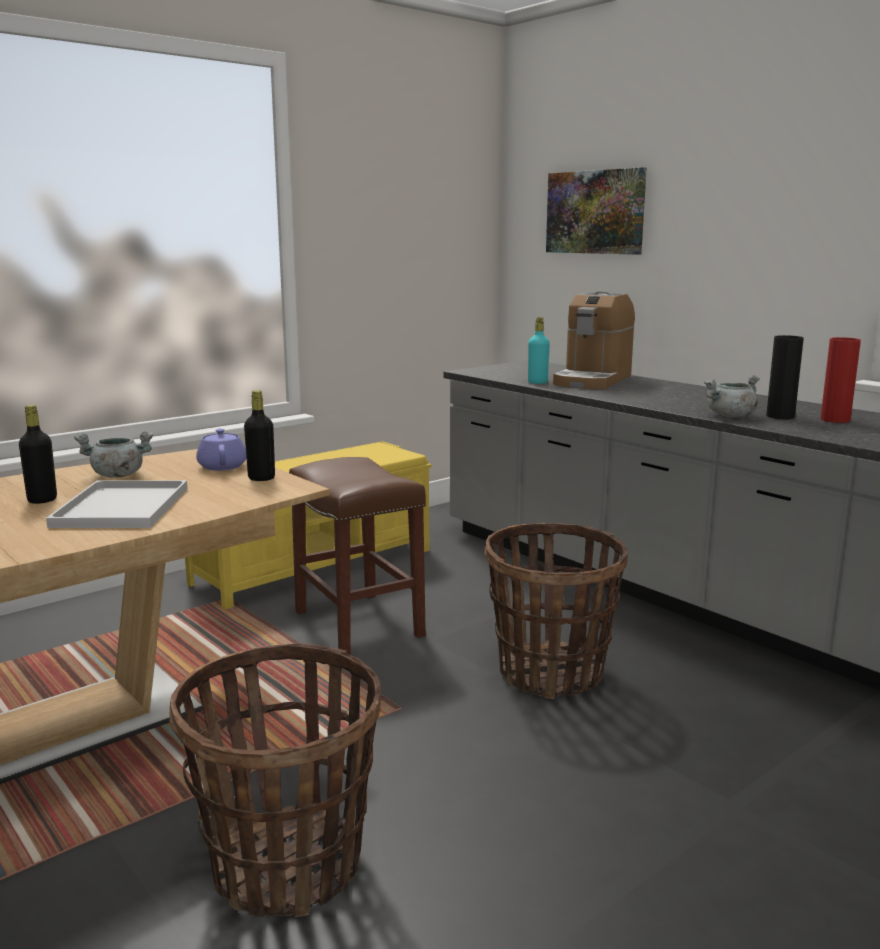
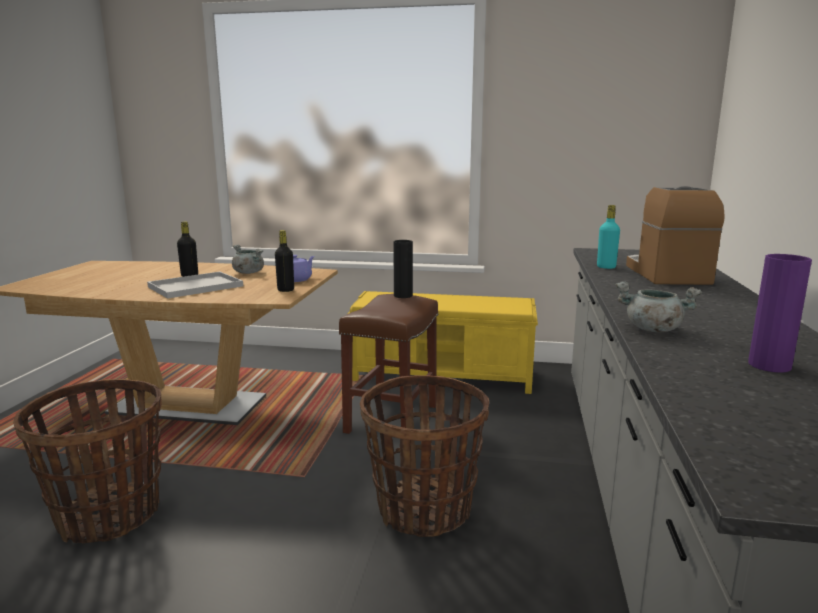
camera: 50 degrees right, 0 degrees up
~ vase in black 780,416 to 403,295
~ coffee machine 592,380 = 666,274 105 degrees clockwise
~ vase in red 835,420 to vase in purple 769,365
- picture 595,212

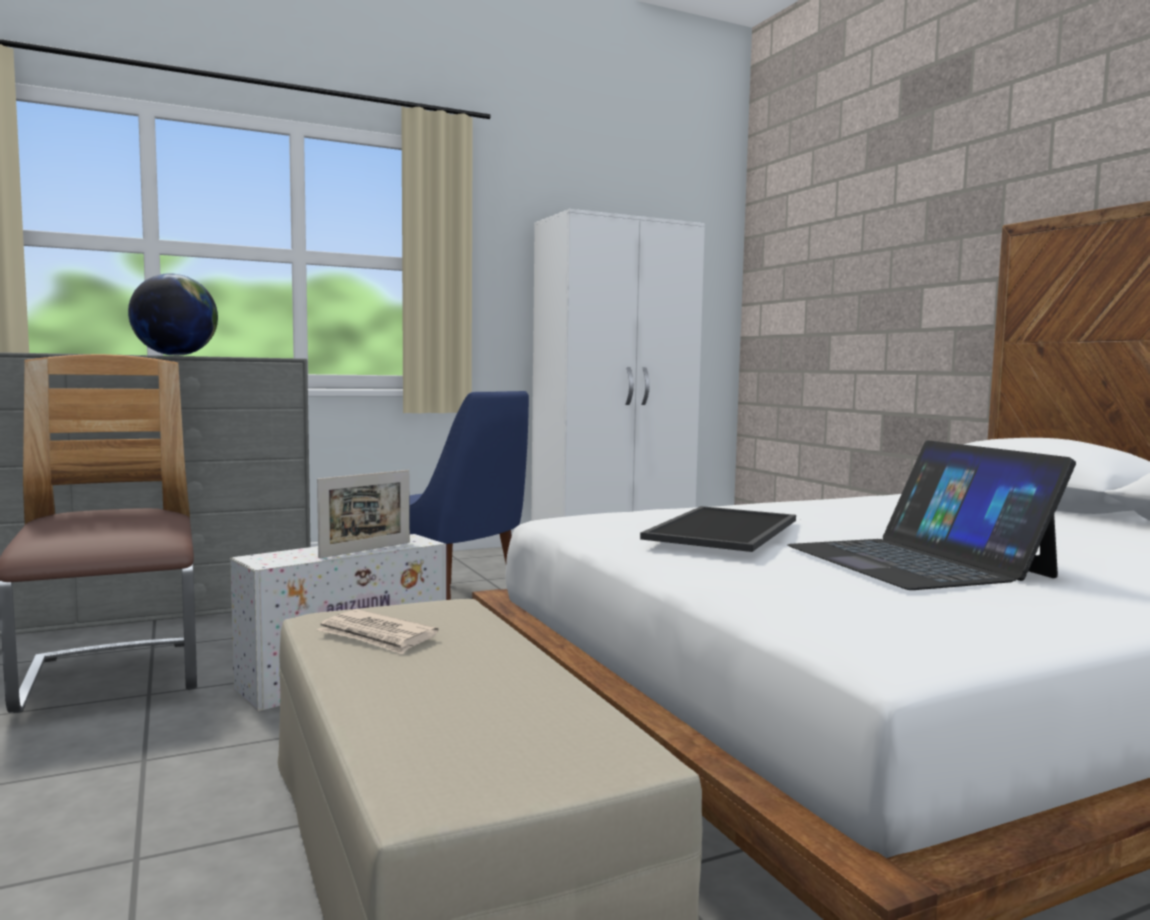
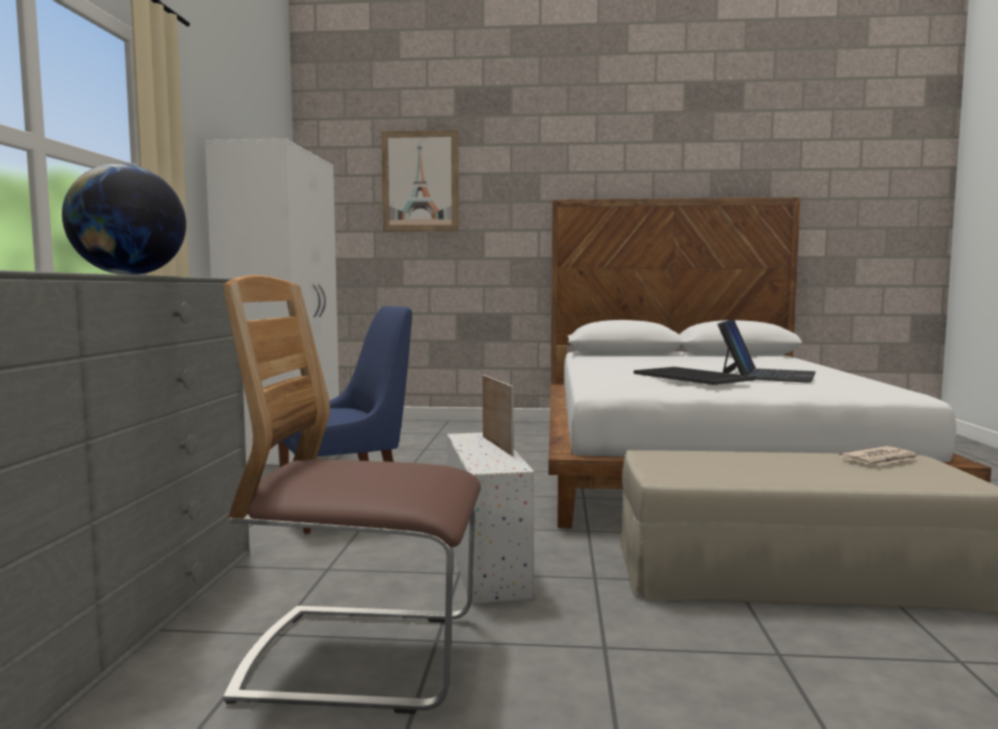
camera: 60 degrees left, 0 degrees up
+ picture 420,181
~ laptop 916,561 = 767,375 75 degrees counterclockwise
~ newspaper 377,636 to 880,460

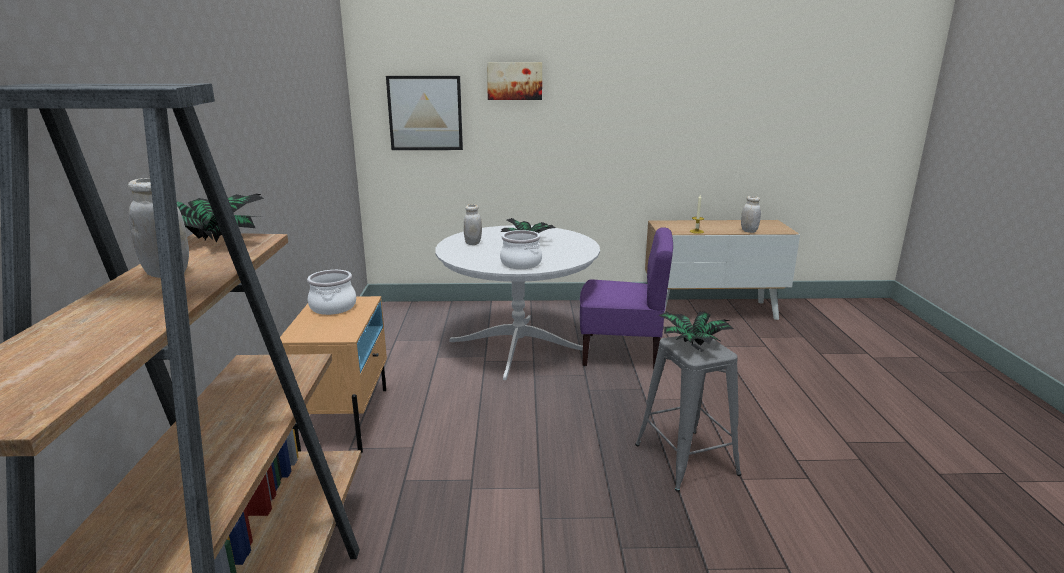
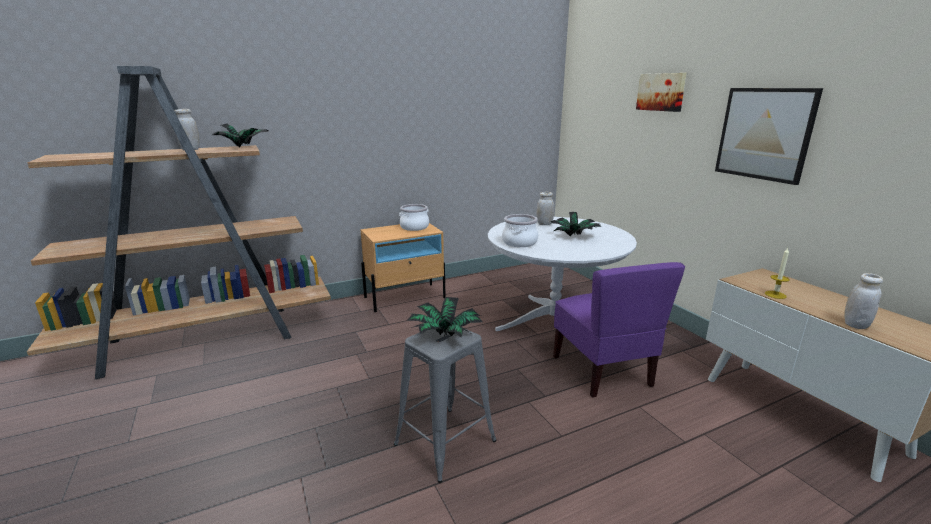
camera: 65 degrees right, 0 degrees up
~ picture 425,113 to 764,134

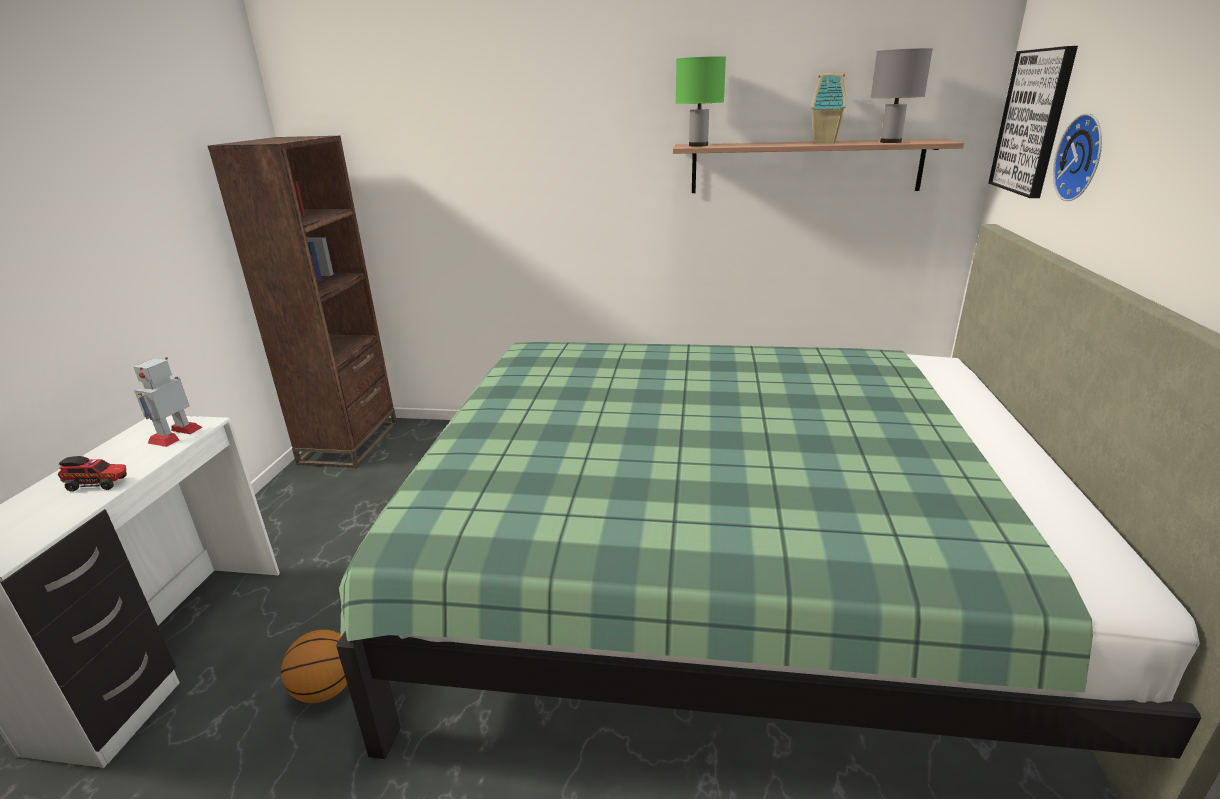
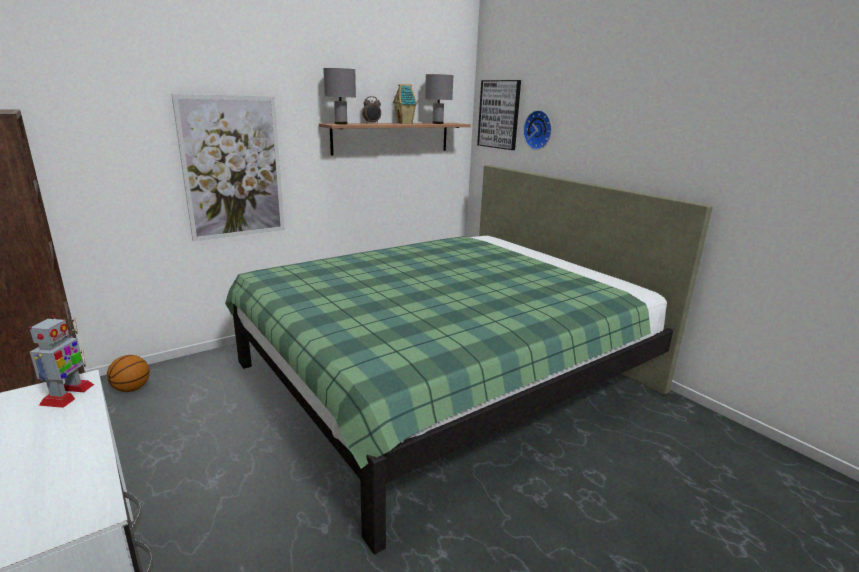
camera: 45 degrees left, 5 degrees down
~ toy robot 175,435 = 67,395 150 degrees counterclockwise
~ basketball 326,689 to 131,389
+ picture 233,168
~ table lamp in green 698,145 to table lamp in grey 341,124
+ alarm clock 372,123
- toy truck 99,484

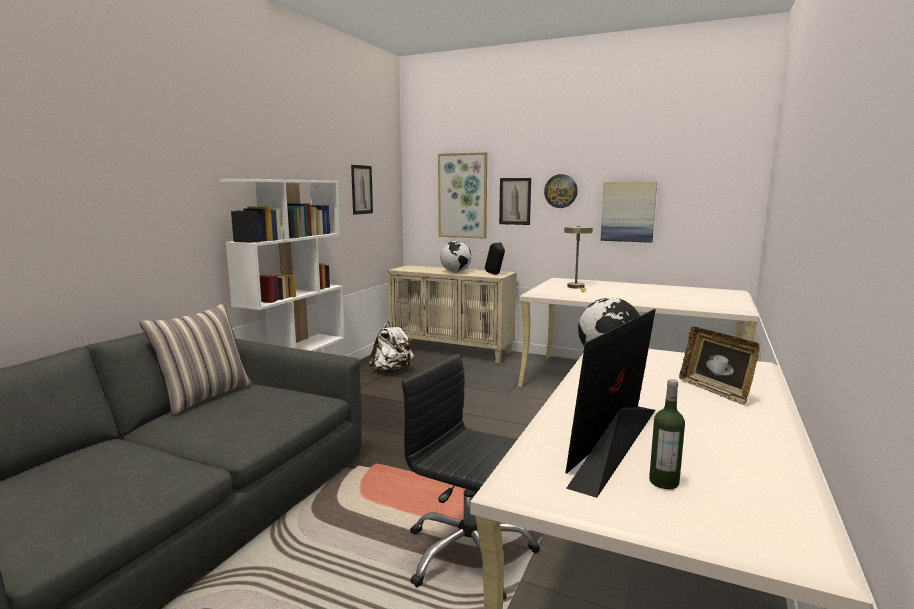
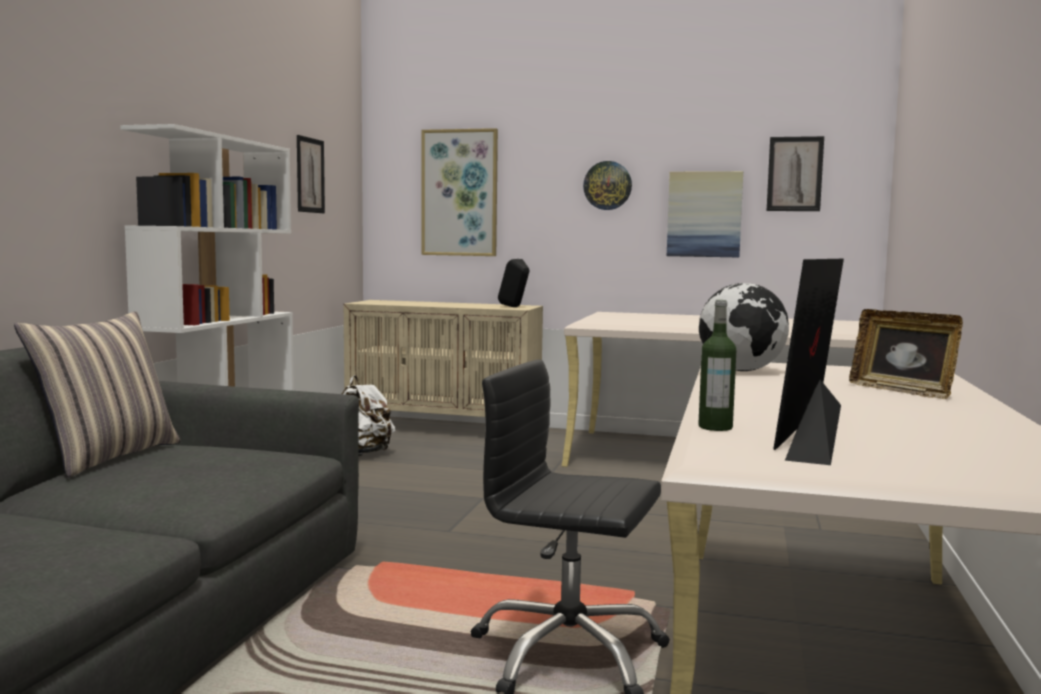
camera: 10 degrees left, 5 degrees down
~ bottle 664,482 to 715,427
~ picture 515,201 to 794,174
- globe 455,272
- table lamp in beige 577,287

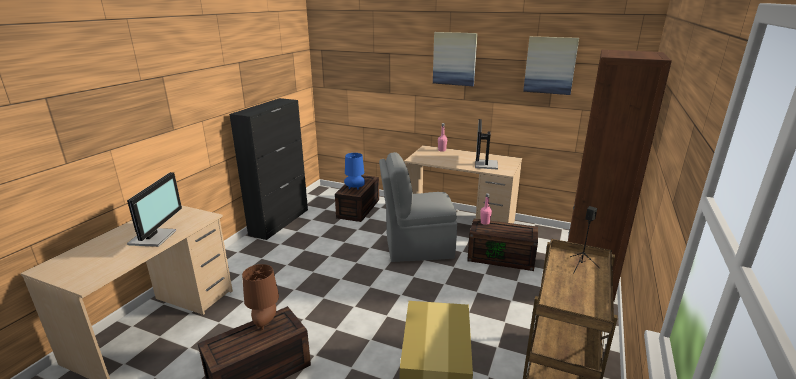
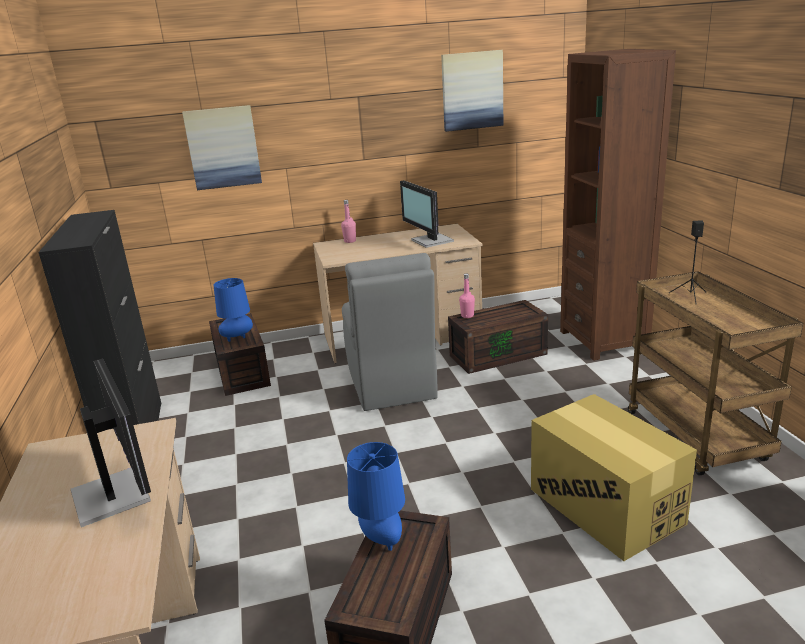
camera: 35 degrees left, 0 degrees up
~ picture 454,58 to 223,147
~ chair in grey 417,248 = 391,384 60 degrees counterclockwise
~ table lamp in brown 265,322 to table lamp in blue 380,540

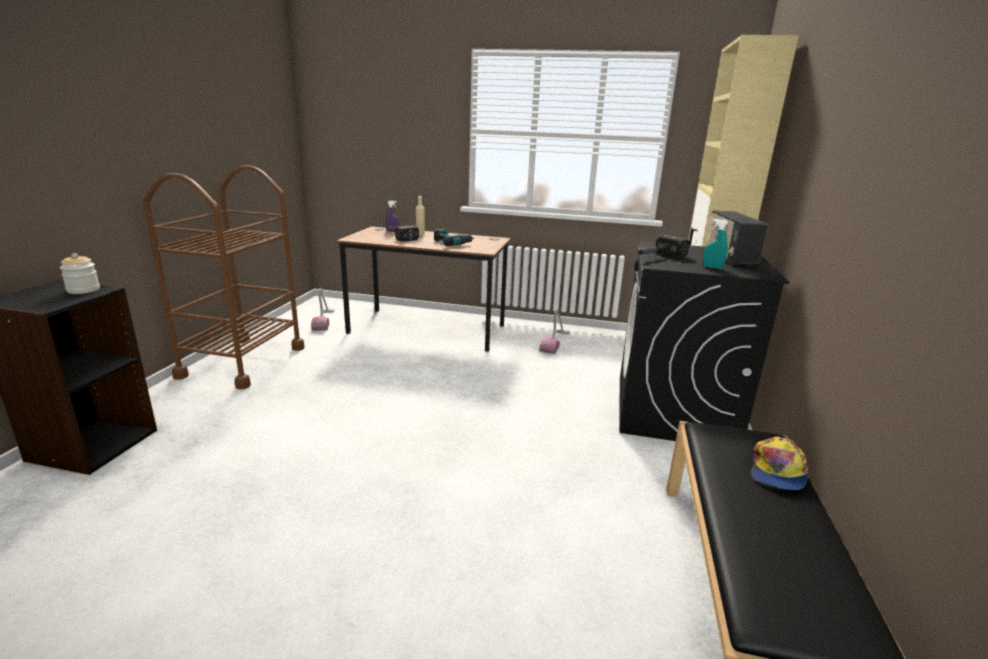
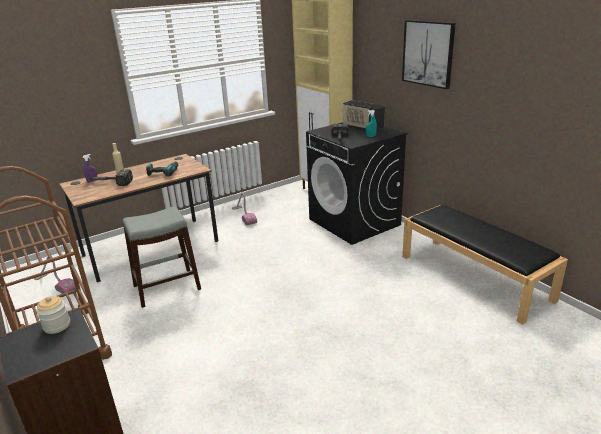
camera: 45 degrees left, 5 degrees up
+ stool in grey 167,287
+ picture 428,53
- cap 777,471

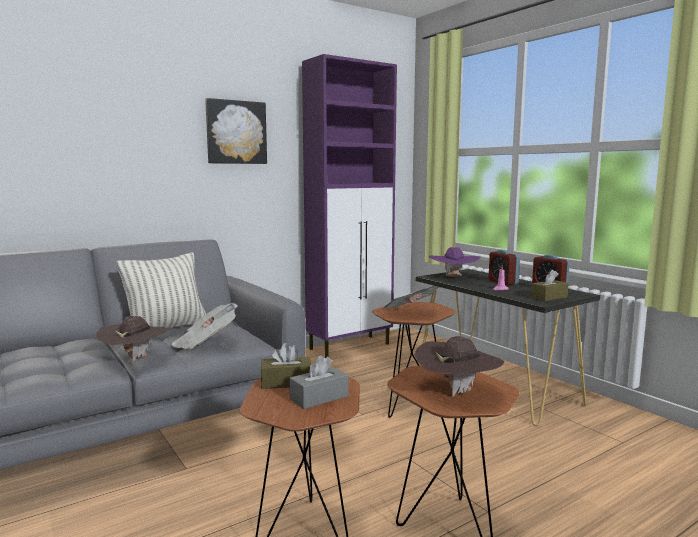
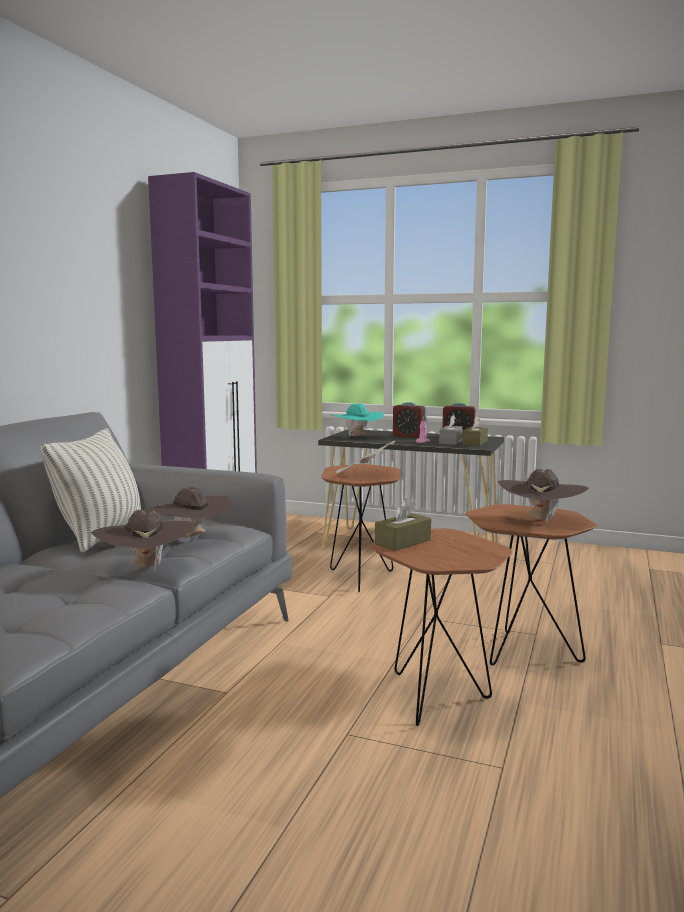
camera: 35 degrees left, 0 degrees up
~ newspaper 205,343 to hat in brown 192,538
~ hat in purple 453,278 to hat in turquoise 357,437
~ tissue box in grey 319,398 to 450,442
- picture 236,132

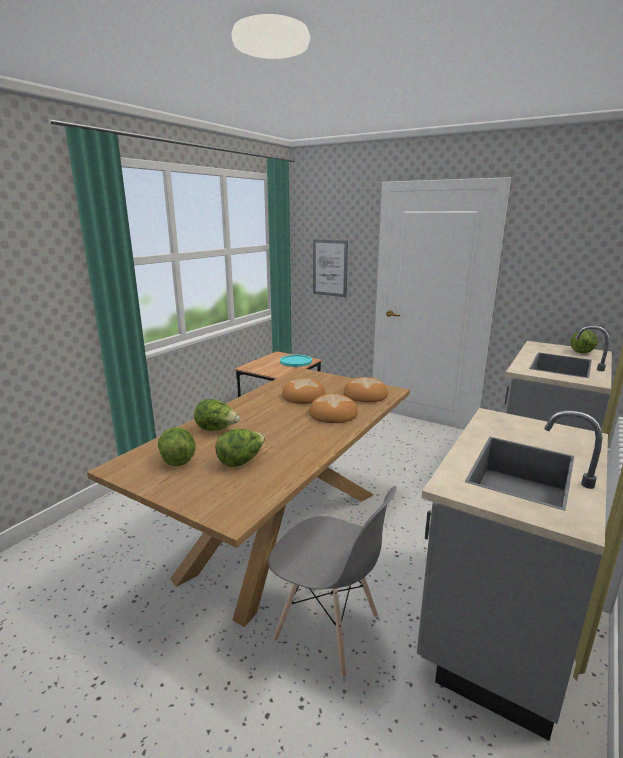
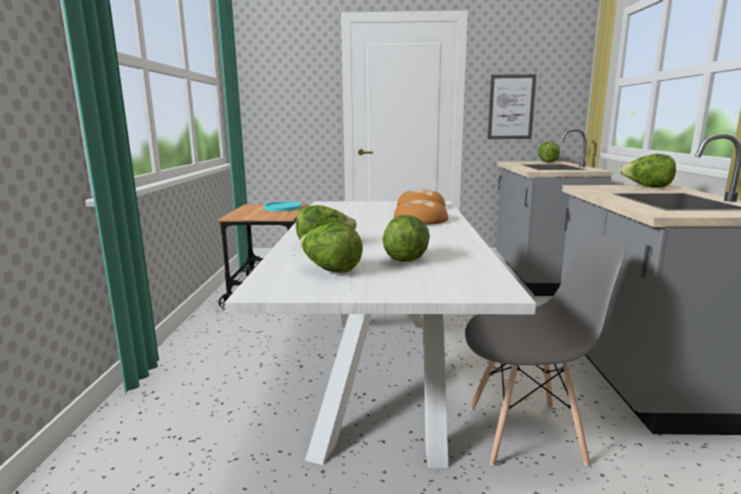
camera: 30 degrees left, 5 degrees down
~ dining table in brown 282,532 to dining table in white 383,374
~ picture 330,268 to 511,107
+ lettuce 646,187
- bread 304,396

